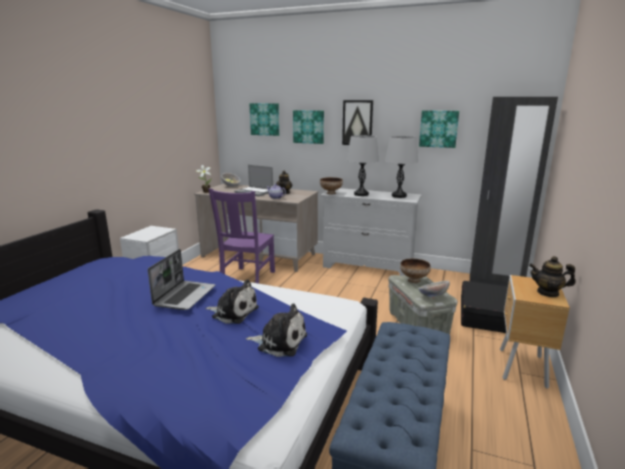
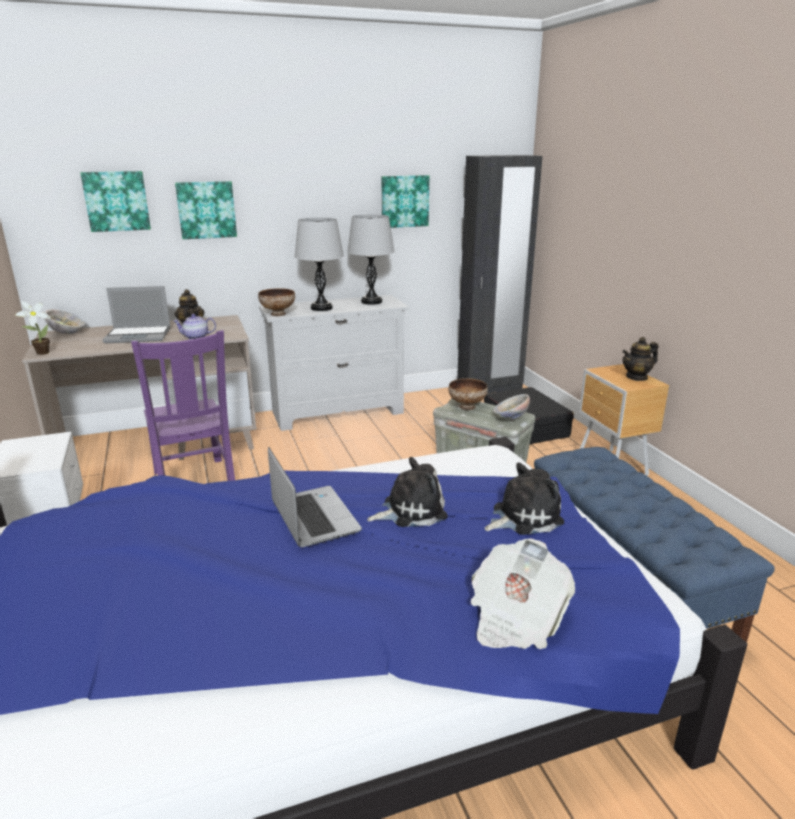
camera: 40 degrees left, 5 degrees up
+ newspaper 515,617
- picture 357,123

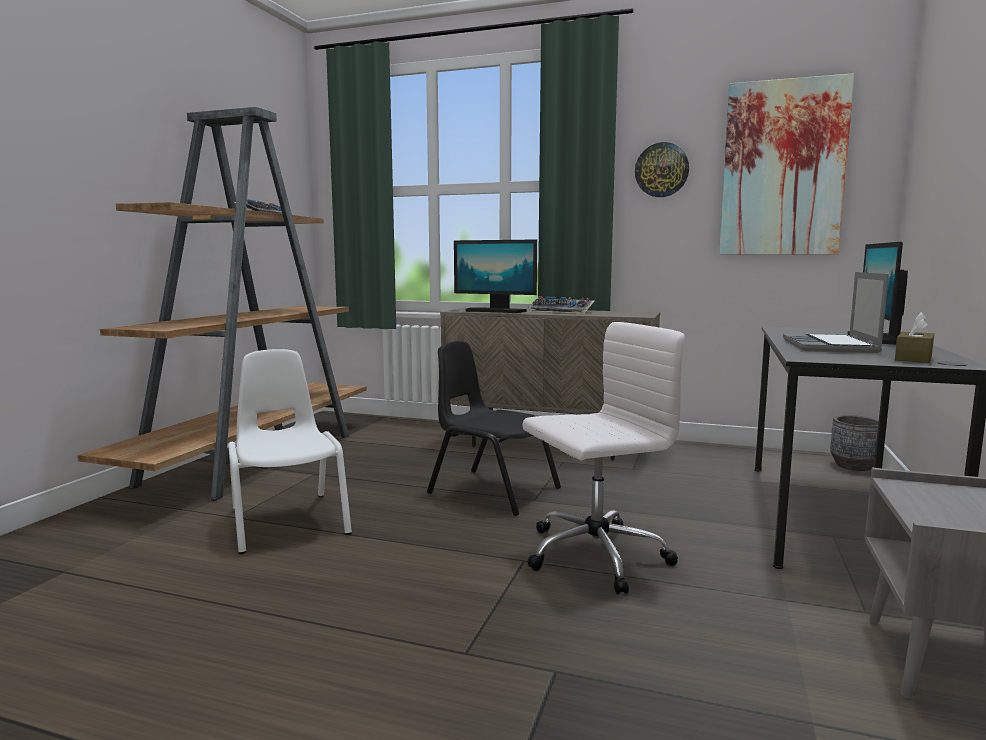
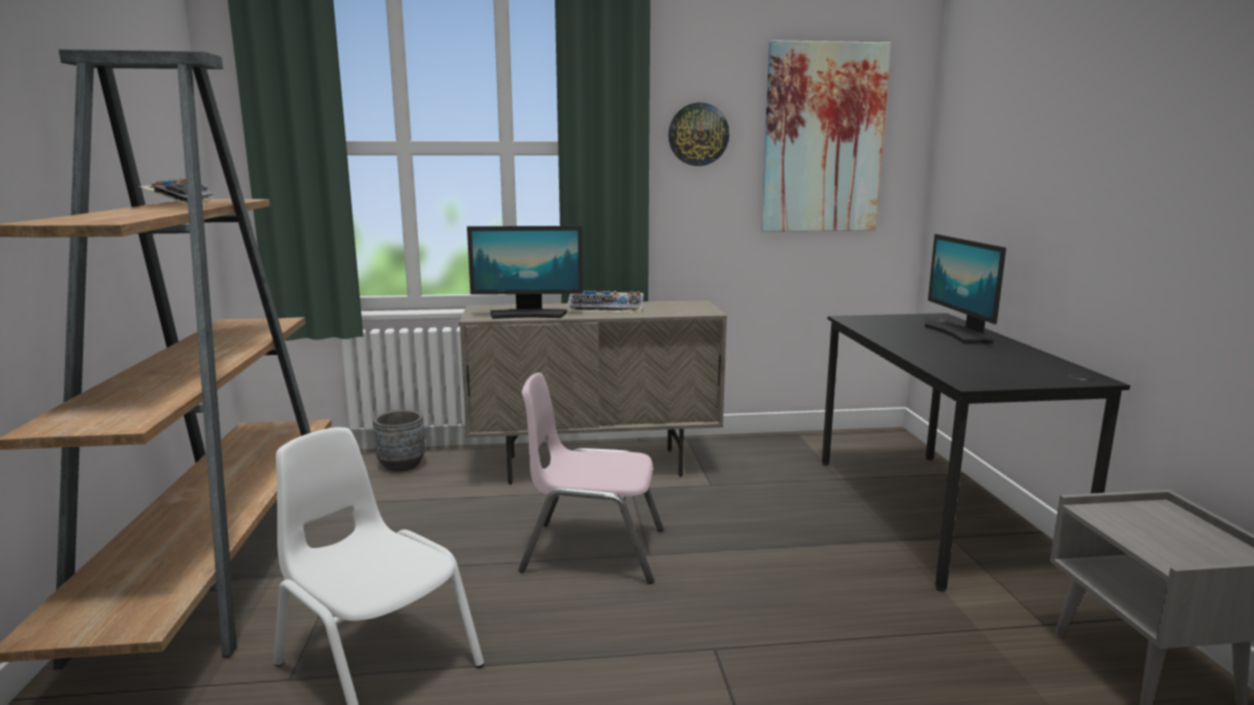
camera: 25 degrees left, 5 degrees up
~ planter in grey 853,466 to 402,465
~ chair in black 493,491 to chair in pink 593,550
- office chair in white 593,555
- laptop 831,346
- tissue box in brown 913,358

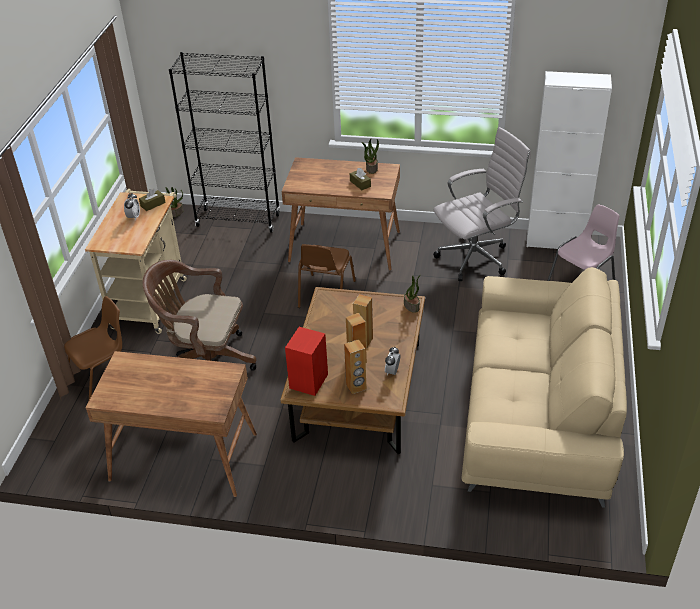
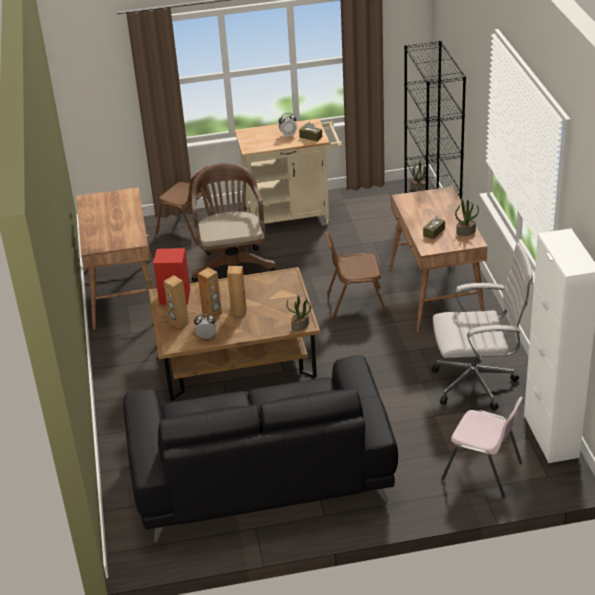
camera: 70 degrees right, 5 degrees down
~ sofa in beige 537,412 to sofa in black 260,474
~ office chair in white 476,258 = 478,383 45 degrees counterclockwise

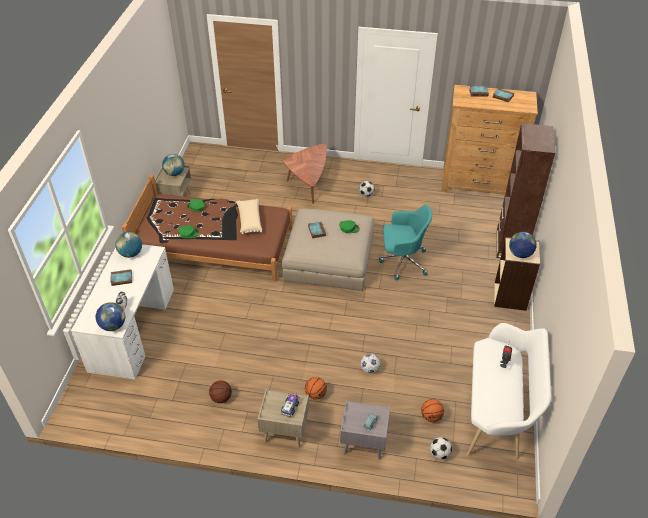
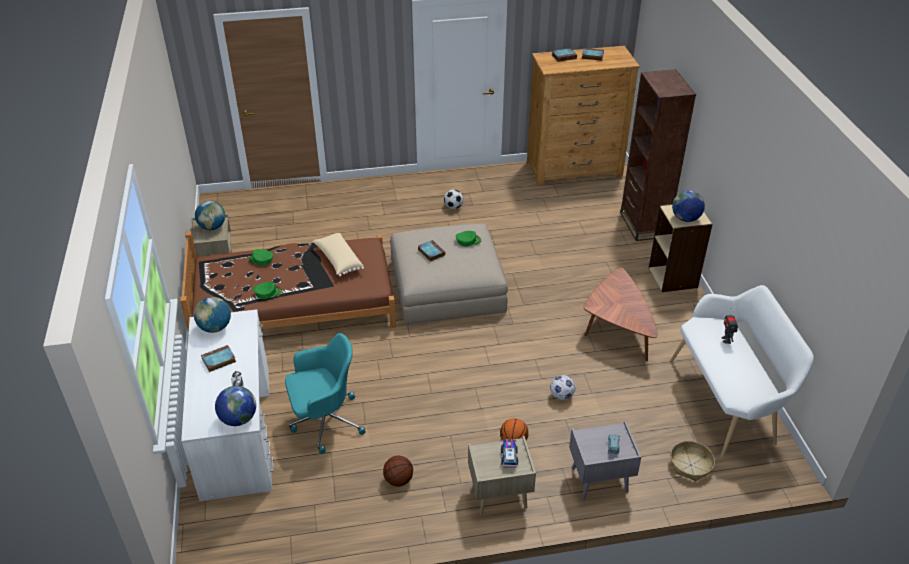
camera: 20 degrees left, 5 degrees down
~ office chair in turquoise 402,261 to 325,421
~ coffee table in brown 308,182 to 616,331
~ football 439,454 to basket 690,465
- basketball 431,416

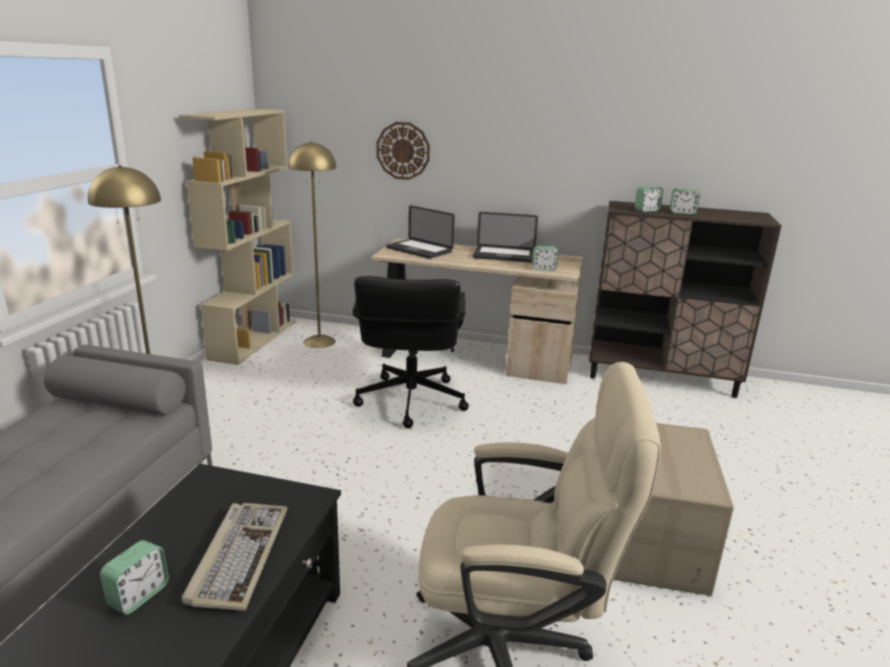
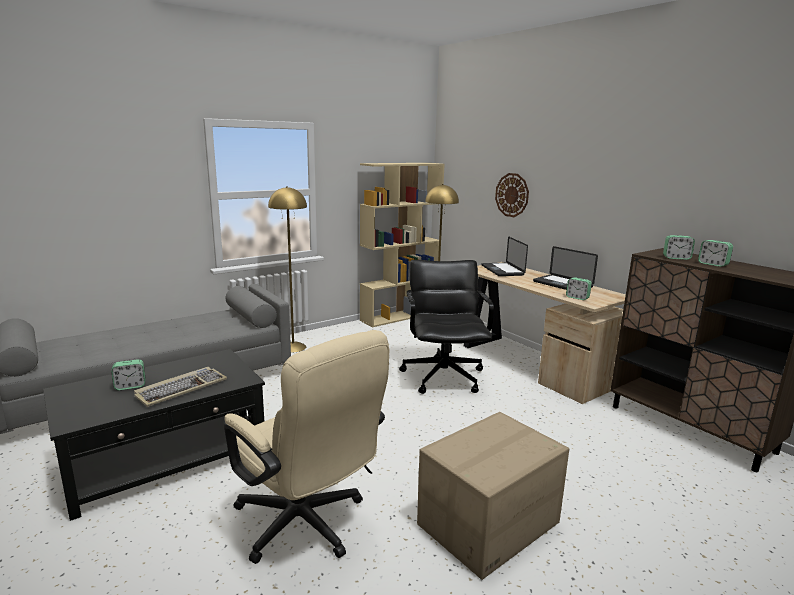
camera: 40 degrees right, 5 degrees down
~ office chair in black 410,401 = 444,376 135 degrees clockwise

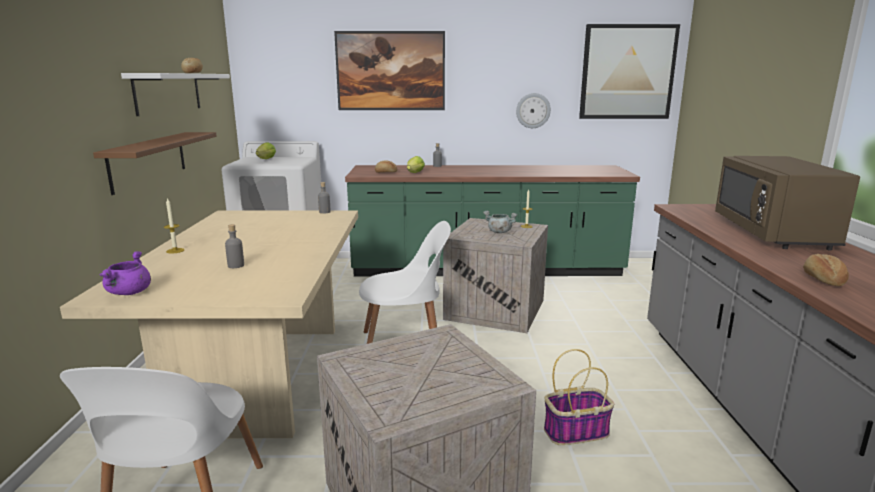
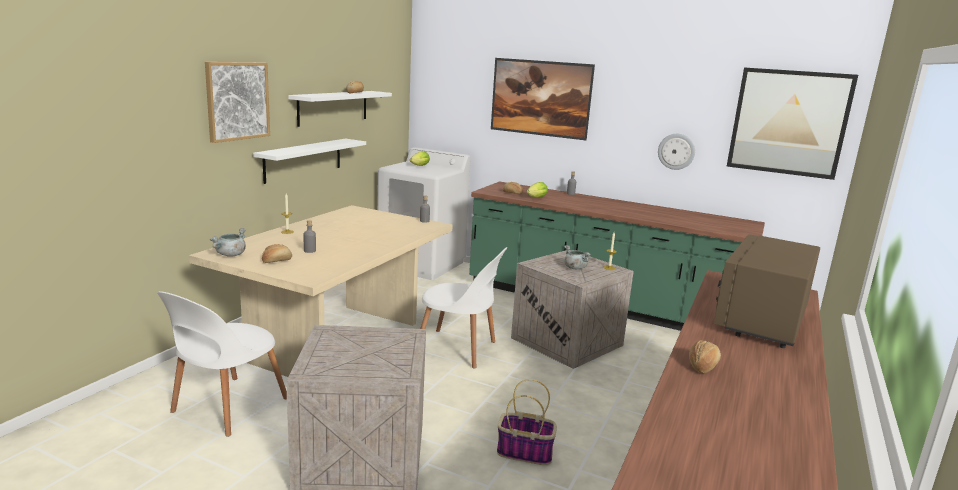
camera: 25 degrees right, 0 degrees up
+ picture 237,101
~ cooking pot in purple 129,293 to cooking pot in grey 230,255
~ shelf in brown 149,160 to shelf in white 303,160
+ bread 276,261

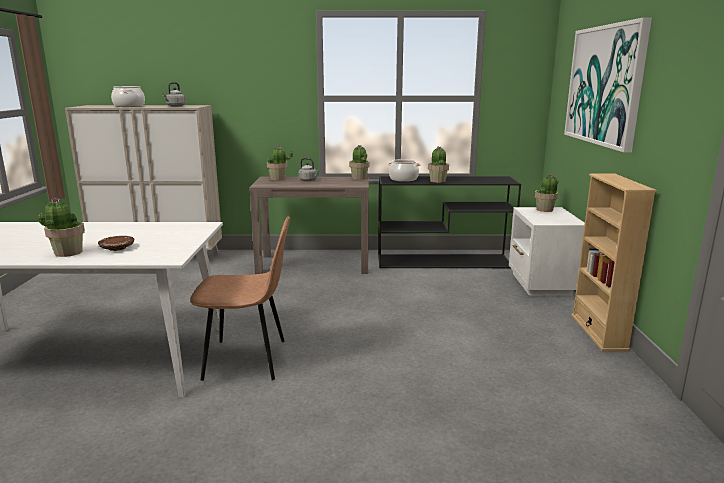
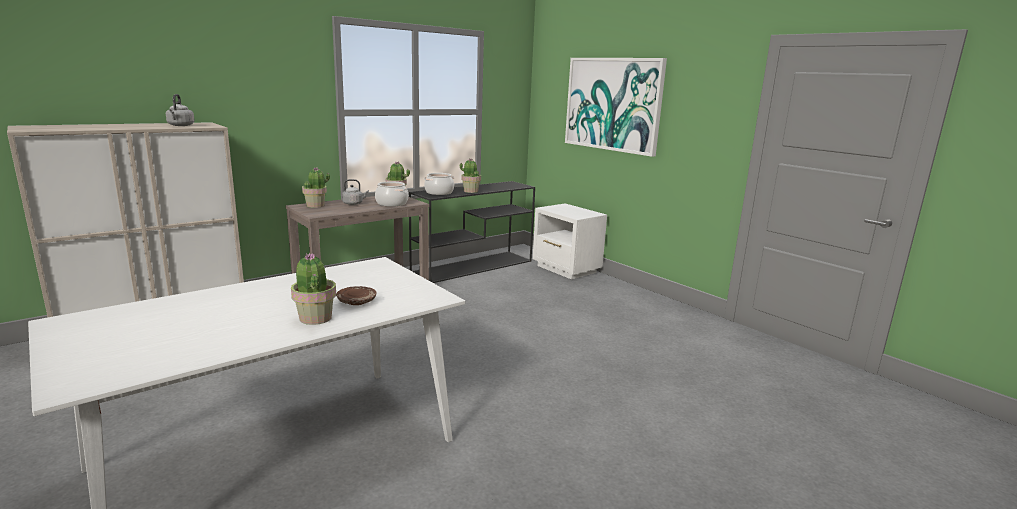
camera: 40 degrees left, 0 degrees up
~ cooking pot 129,106 to 391,203
- chair in brown 248,359
- potted plant 545,210
- bookcase in beige 598,332

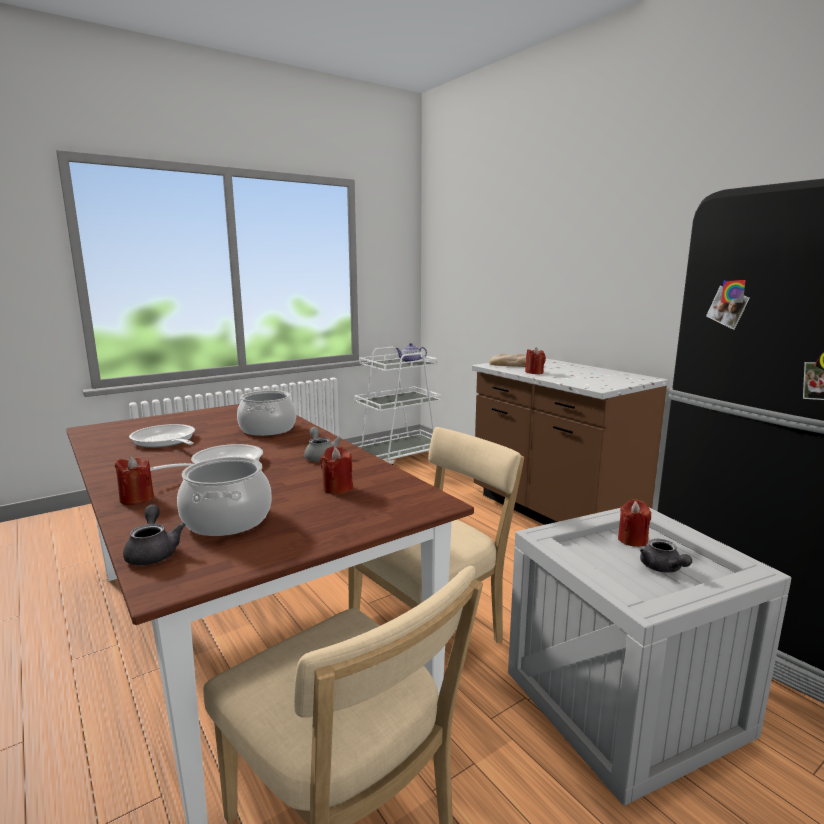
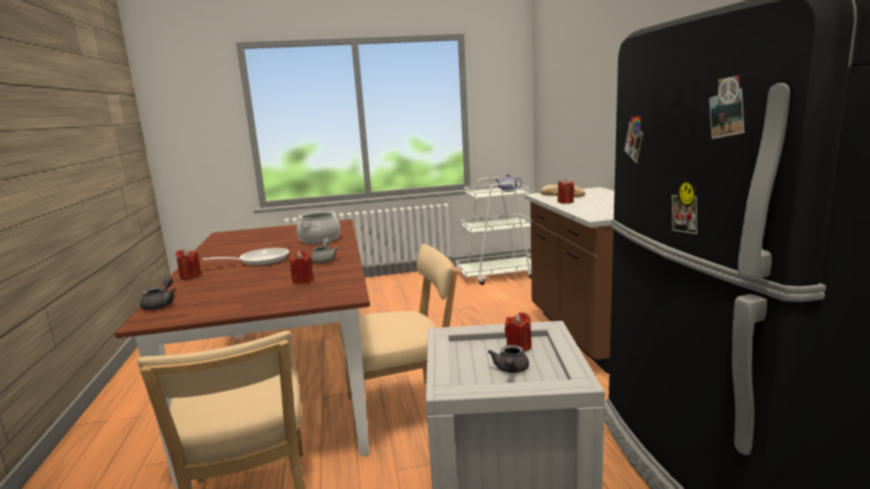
camera: 25 degrees right, 0 degrees up
- frying pan 165,441
- cooking pot 228,520

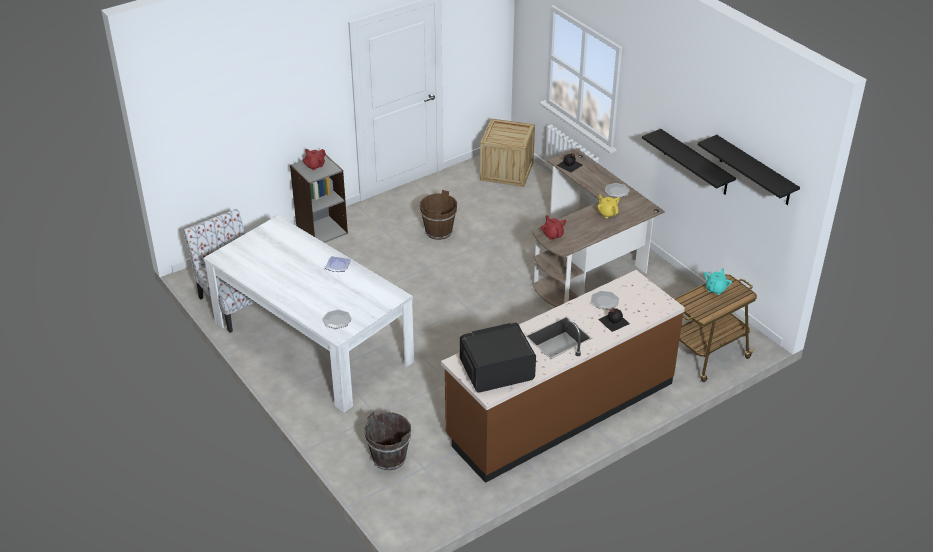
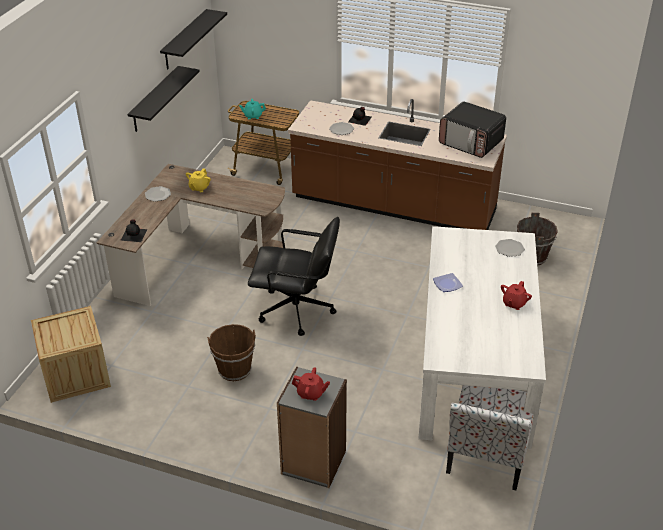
camera: 125 degrees left, 0 degrees up
+ office chair in black 297,310
~ teapot in red 553,235 to 514,303

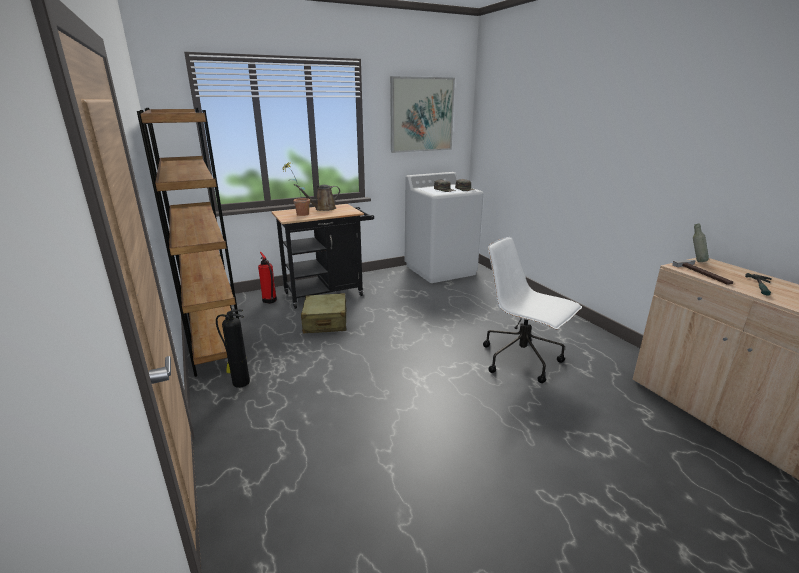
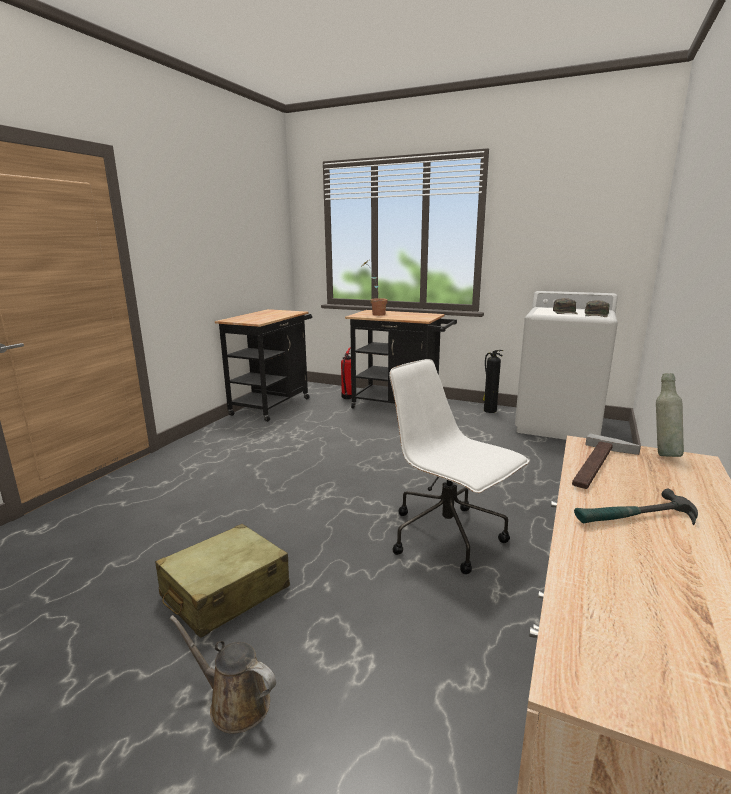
camera: 50 degrees right, 5 degrees down
~ suitcase in beige 325,322 to 225,592
~ watering can in brown 323,209 to 234,702
~ bookcase in brown 214,334 to cart in black 273,405
~ office chair in white 522,360 = 448,537 45 degrees counterclockwise
~ fire extinguisher 240,382 to 489,410
- picture 421,115

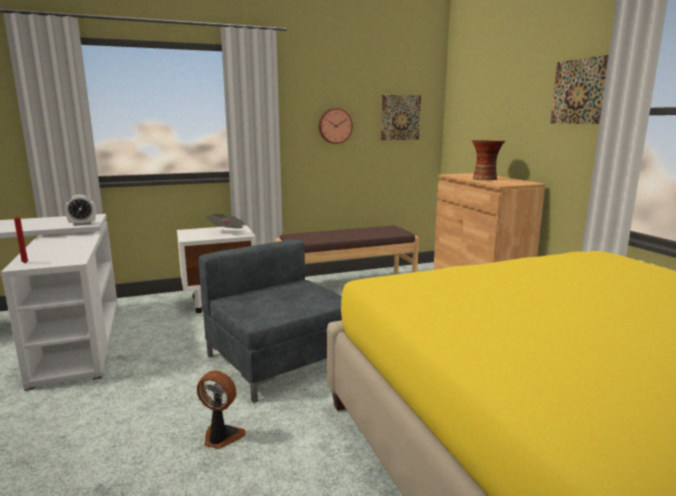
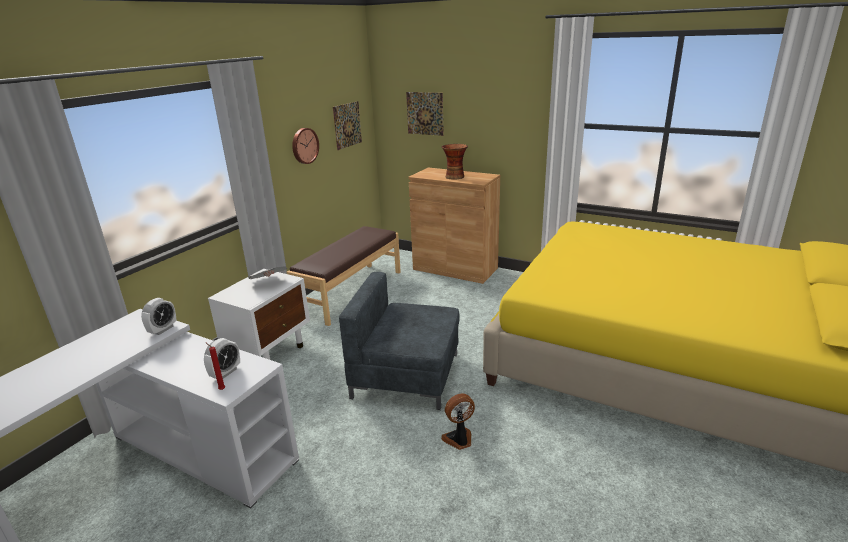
camera: 40 degrees left, 10 degrees up
+ alarm clock 225,373
~ picture 578,91 to 425,113

